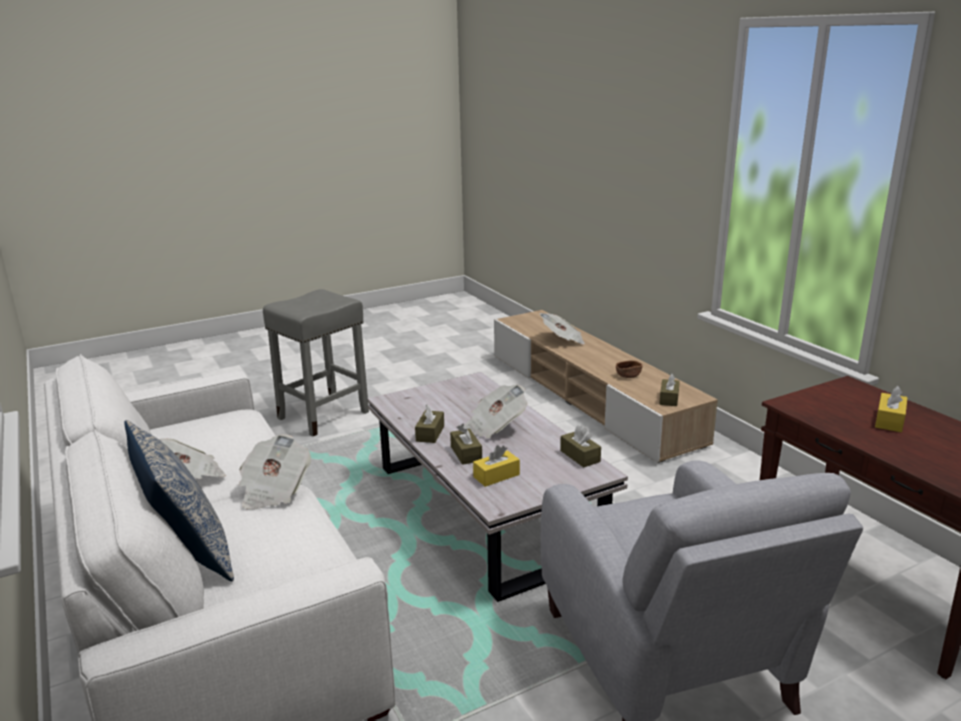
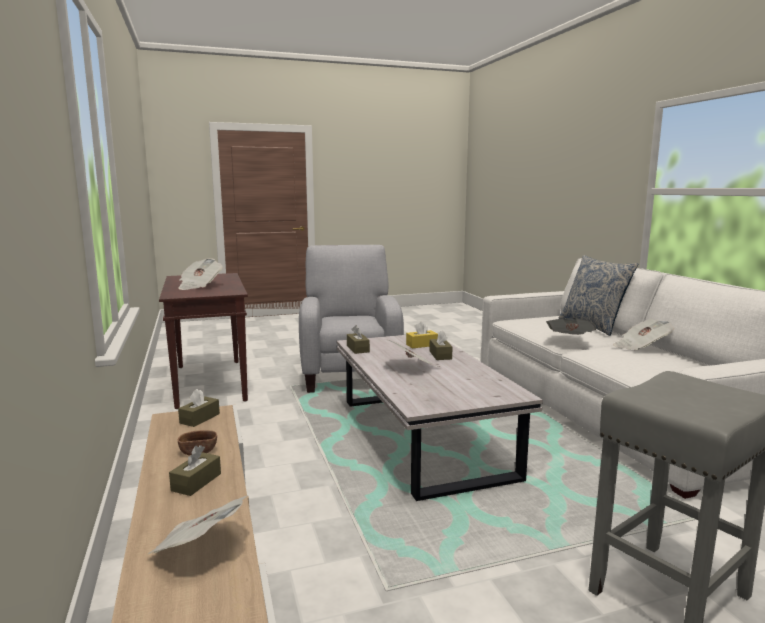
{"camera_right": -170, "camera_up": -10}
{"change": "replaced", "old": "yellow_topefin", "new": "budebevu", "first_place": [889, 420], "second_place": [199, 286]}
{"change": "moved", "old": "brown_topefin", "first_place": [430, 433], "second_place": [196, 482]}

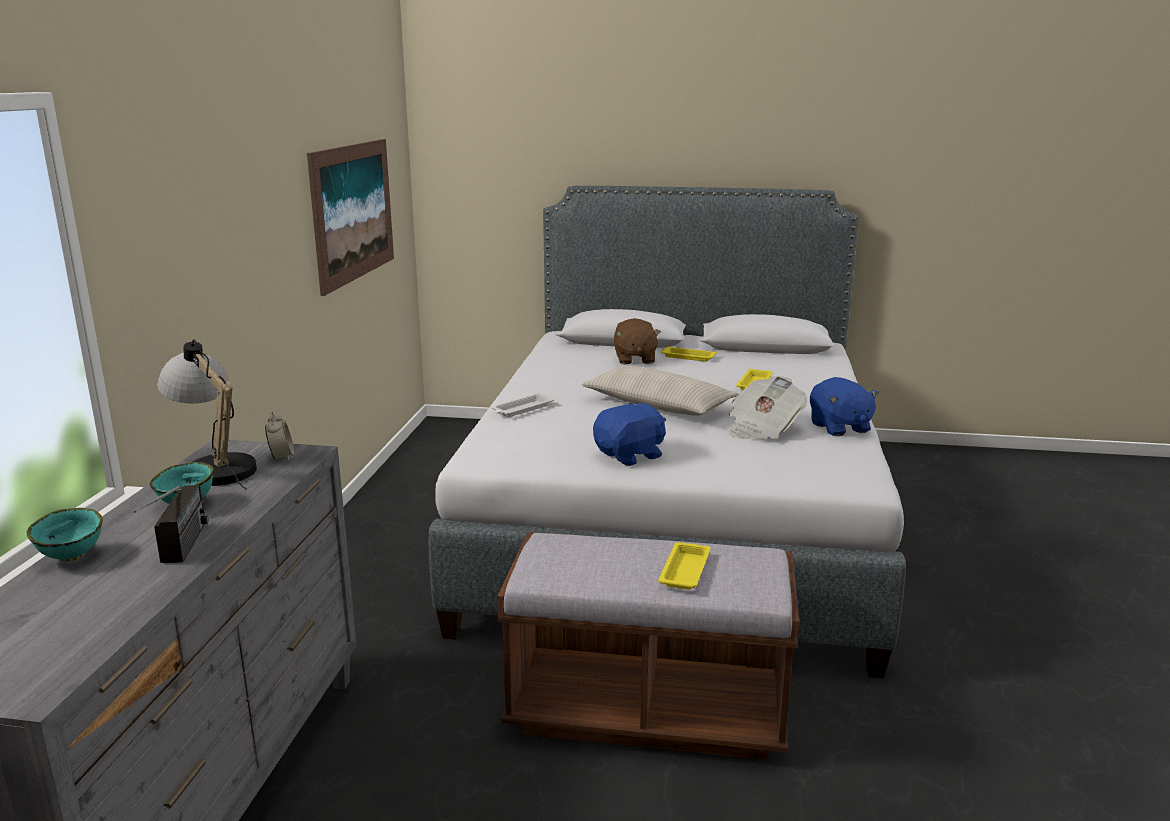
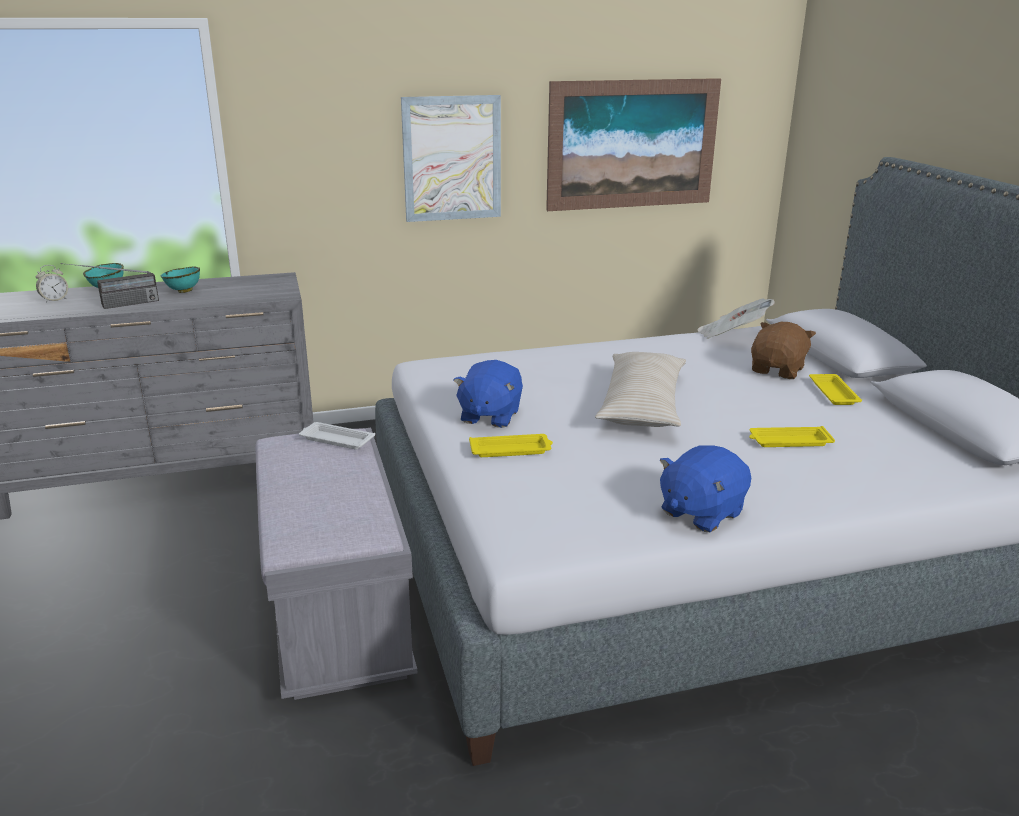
{"camera_right": 65, "camera_up": 5}
{"change": "turned", "old": "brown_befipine", "first_place": [634, 359], "second_place": [778, 370], "degrees": 150}
{"change": "removed", "old": "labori", "first_place": [214, 467]}
{"change": "moved", "old": "budebevu", "first_place": [762, 429], "second_place": [731, 336]}
{"change": "moved", "old": "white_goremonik", "first_place": [521, 409], "second_place": [336, 440]}
{"change": "turned", "old": "blue_befipine", "first_place": [630, 455], "second_place": [489, 416], "degrees": 75}
{"change": "moved", "old": "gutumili", "first_place": [281, 457], "second_place": [54, 300]}
{"change": "recoloured", "old": "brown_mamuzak", "new": "grey_mamuzak", "first_place": [647, 711], "second_place": [338, 616]}
{"change": "moved", "old": "yellow_goremonik", "first_place": [685, 570], "second_place": [511, 450]}
{"change": "added", "new": "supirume", "second_place": [452, 158]}

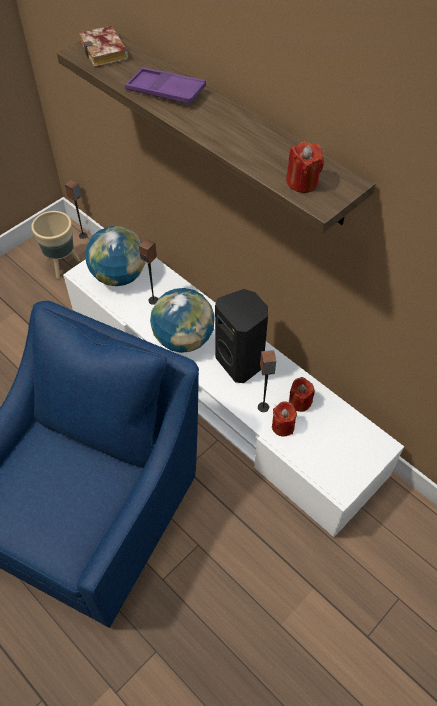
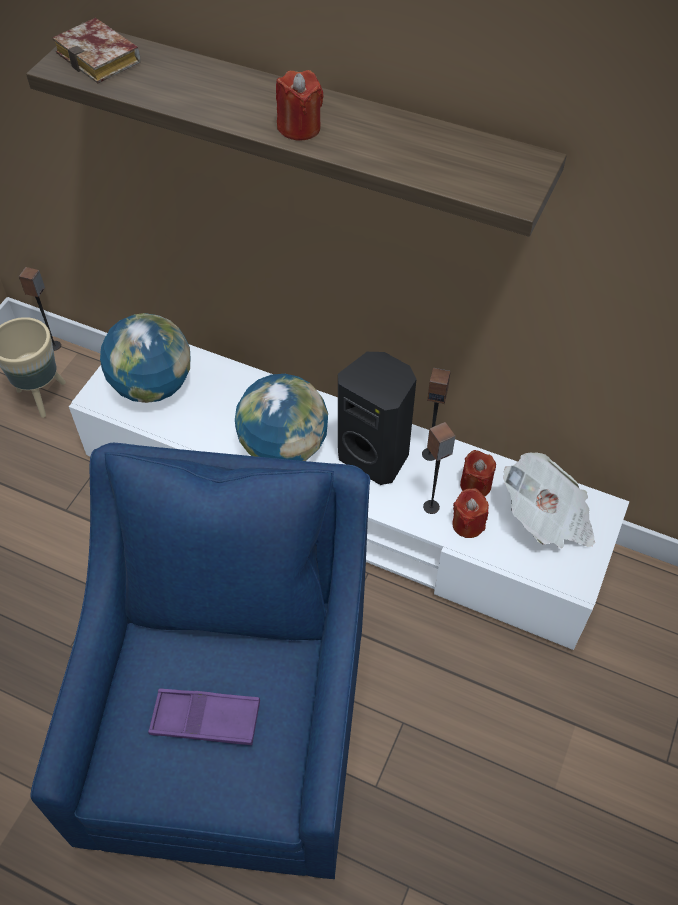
{"camera_right": -20, "camera_up": 0}
{"change": "moved", "old": "purple_goremonik", "first_place": [165, 91], "second_place": [205, 719]}
{"change": "moved", "old": "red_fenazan", "first_place": [302, 182], "second_place": [299, 128]}
{"change": "moved", "old": "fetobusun", "first_place": [153, 300], "second_place": [429, 454]}
{"change": "added", "new": "budebevu", "second_place": [547, 518]}

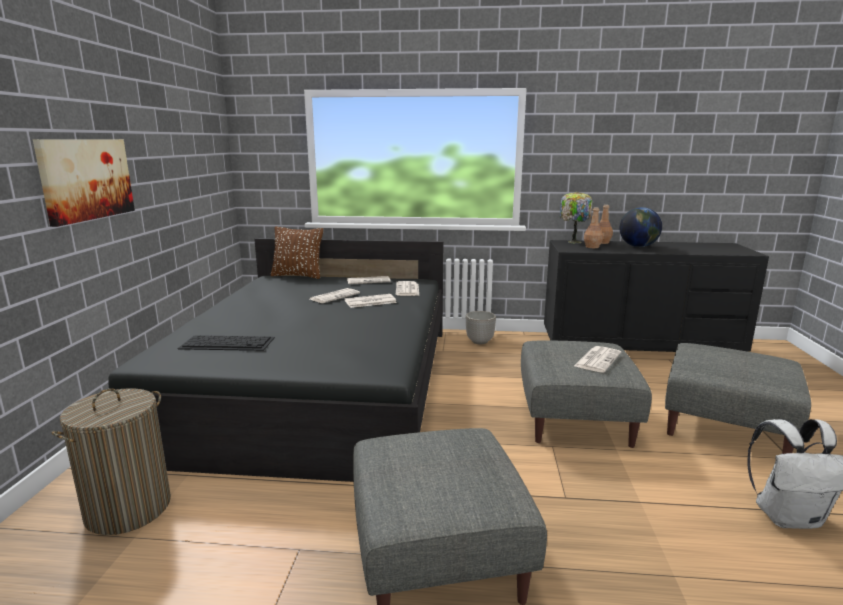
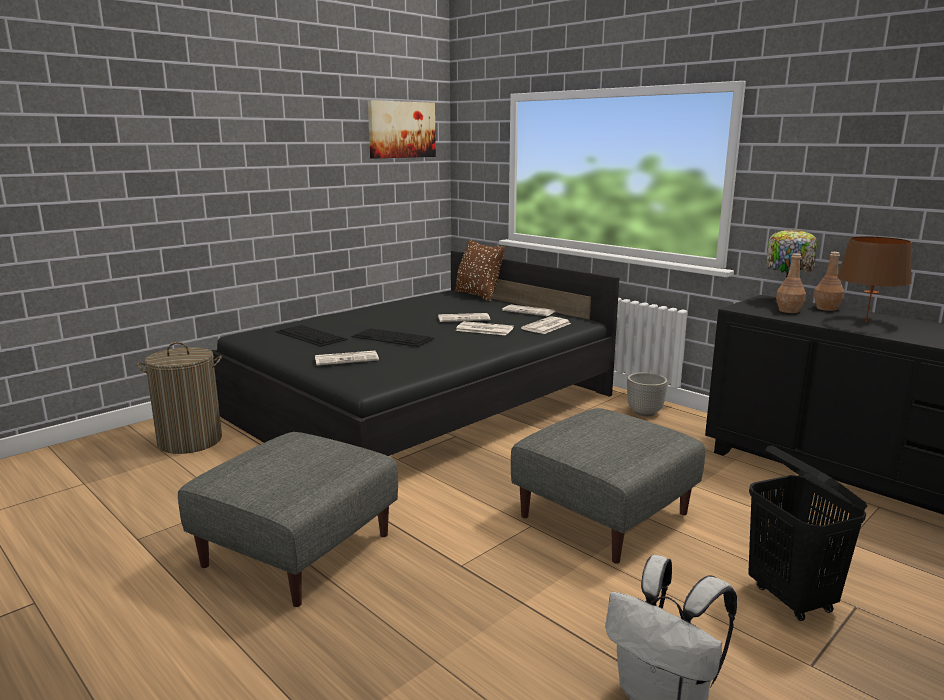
{"camera_right": 40, "camera_up": 0}
{"change": "moved", "old": "supirume", "first_place": [86, 179], "second_place": [401, 129]}
{"change": "replaced", "old": "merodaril", "new": "brown_labori", "first_place": [638, 246], "second_place": [866, 321]}
{"change": "replaced", "old": "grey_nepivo", "new": "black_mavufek", "first_place": [726, 426], "second_place": [791, 598]}
{"change": "moved", "old": "budebevu", "first_place": [597, 359], "second_place": [347, 359]}
{"change": "added", "new": "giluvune", "second_place": [393, 337]}

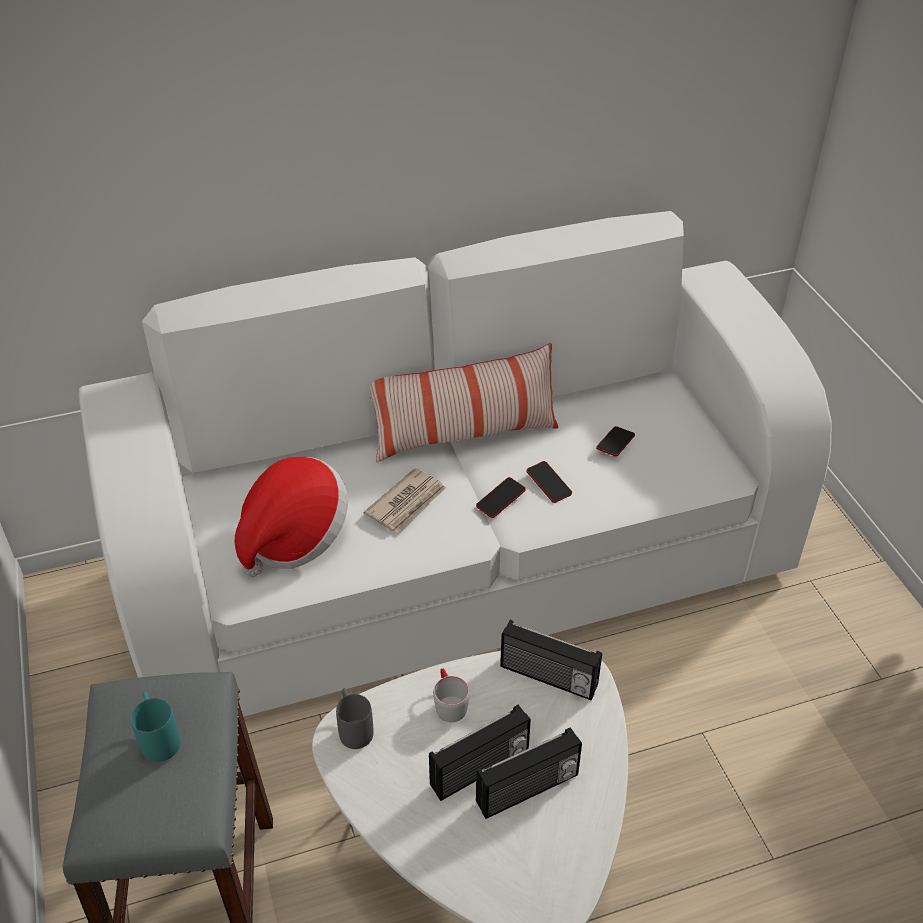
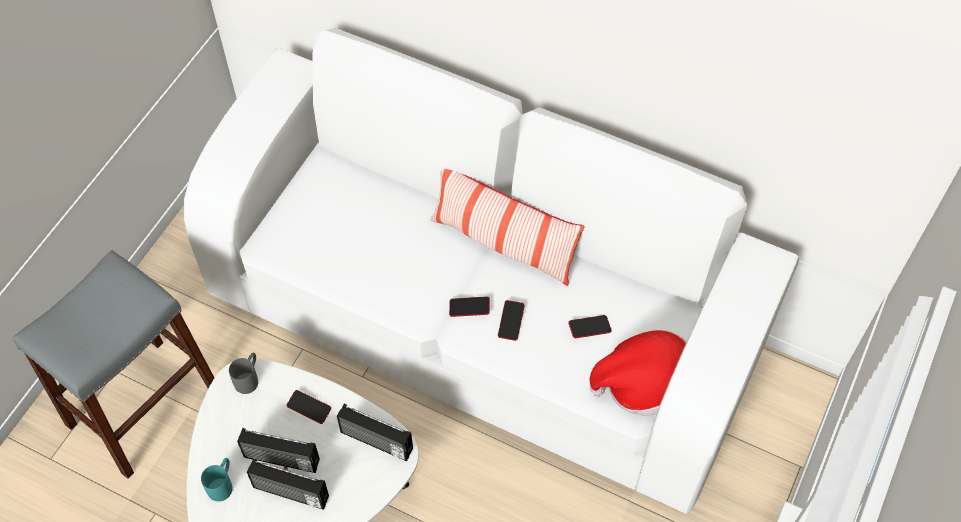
{"camera_right": 45, "camera_up": 15}
{"change": "moved", "old": "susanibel", "first_place": [294, 537], "second_place": [644, 384]}
{"change": "removed", "old": "budebevu", "first_place": [407, 503]}
{"change": "turned", "old": "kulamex", "first_place": [548, 678], "second_place": [376, 442], "degrees": -45}
{"change": "replaced", "old": "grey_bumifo", "new": "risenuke", "first_place": [448, 703], "second_place": [309, 408]}
{"change": "moved", "old": "turquoise_bumifo", "first_place": [158, 737], "second_place": [223, 484]}

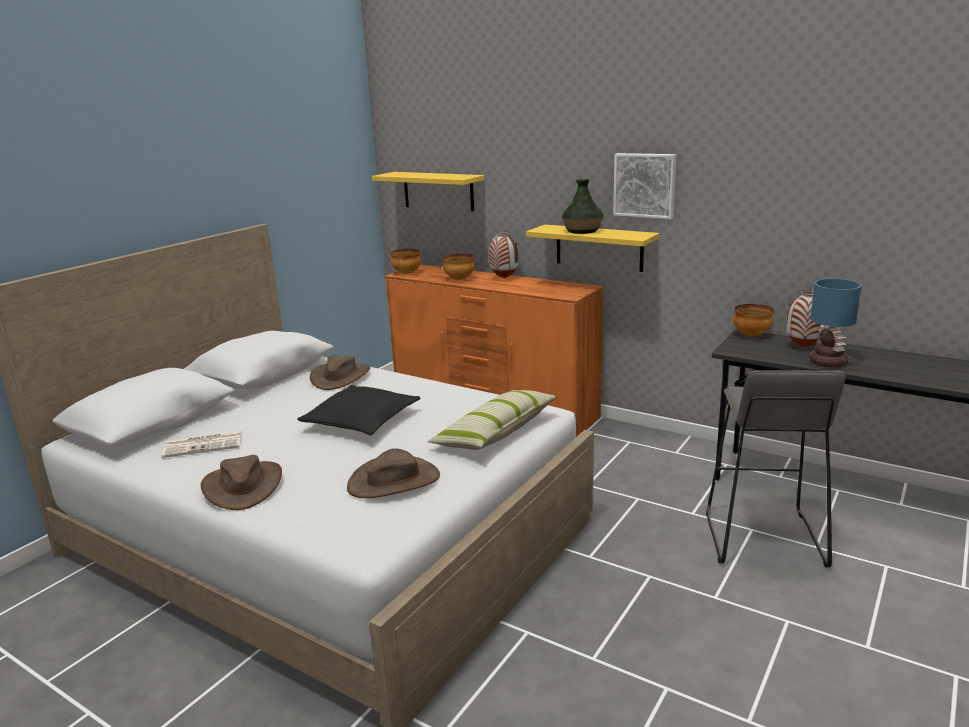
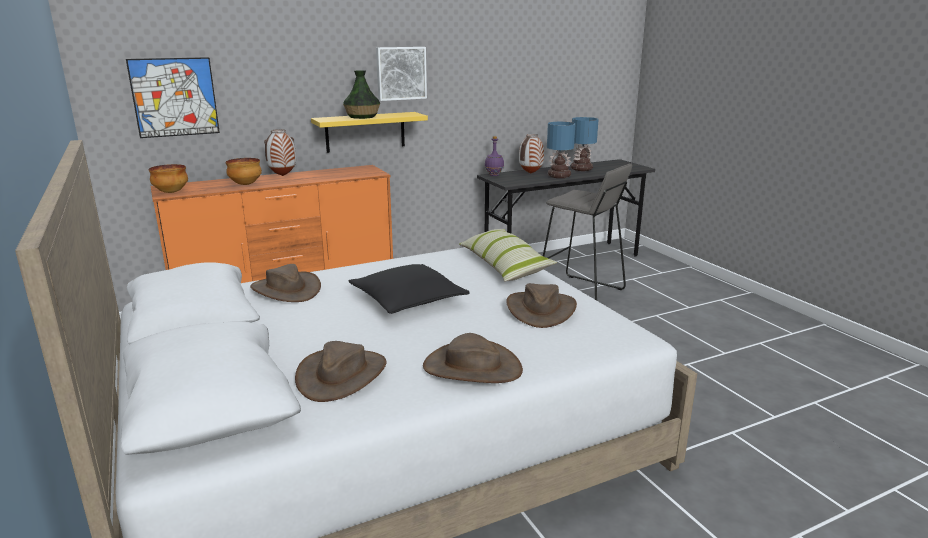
{"camera_right": -60, "camera_up": 0}
{"change": "replaced", "old": "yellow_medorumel", "new": "supirume", "first_place": [438, 191], "second_place": [174, 97]}
{"change": "replaced", "old": "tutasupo", "new": "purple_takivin", "first_place": [752, 335], "second_place": [494, 175]}
{"change": "replaced", "old": "budebevu", "new": "brown_susanibel", "first_place": [205, 445], "second_place": [341, 375]}
{"change": "added", "new": "labori", "second_place": [581, 169]}

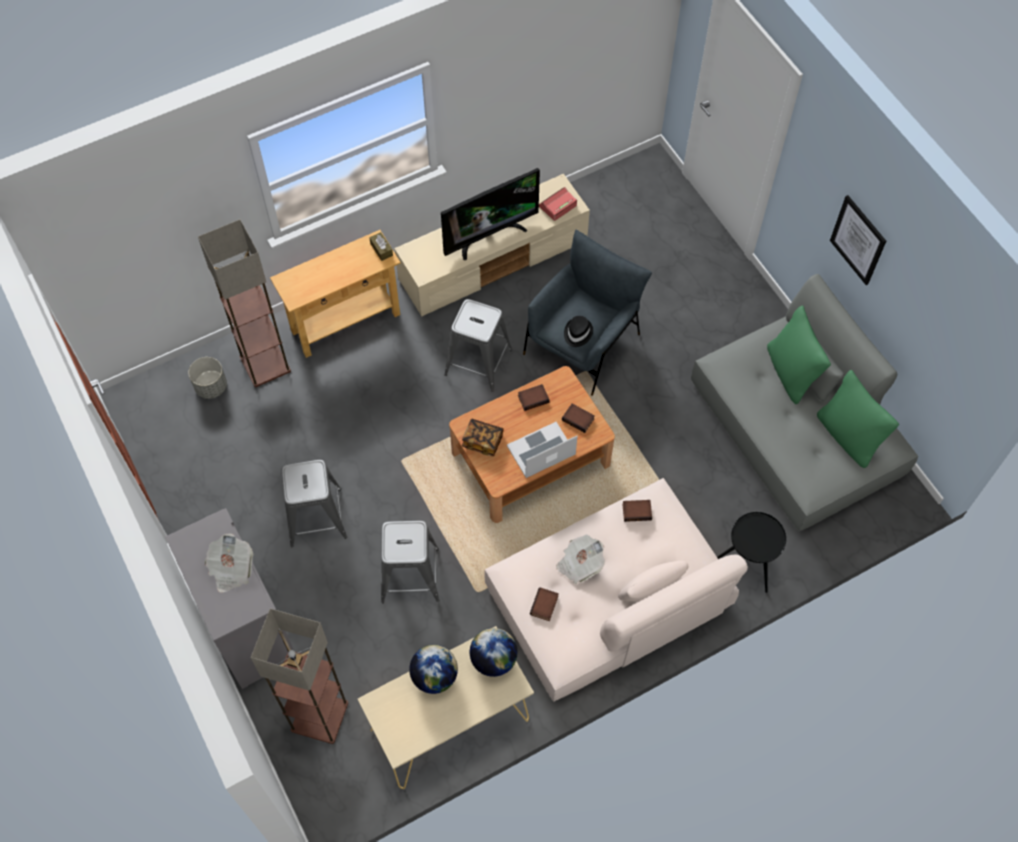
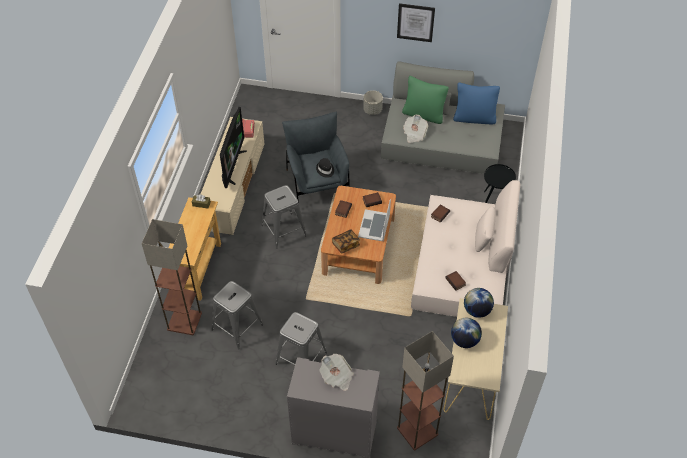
{"camera_right": -50, "camera_up": -10}
{"change": "moved", "old": "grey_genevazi", "first_place": [211, 386], "second_place": [372, 110]}
{"change": "recoloured", "old": "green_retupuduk", "new": "blue_retupuduk", "first_place": [848, 436], "second_place": [474, 118]}
{"change": "moved", "old": "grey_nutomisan", "first_place": [410, 575], "second_place": [237, 327]}
{"change": "moved", "old": "budebevu", "first_place": [579, 564], "second_place": [414, 134]}

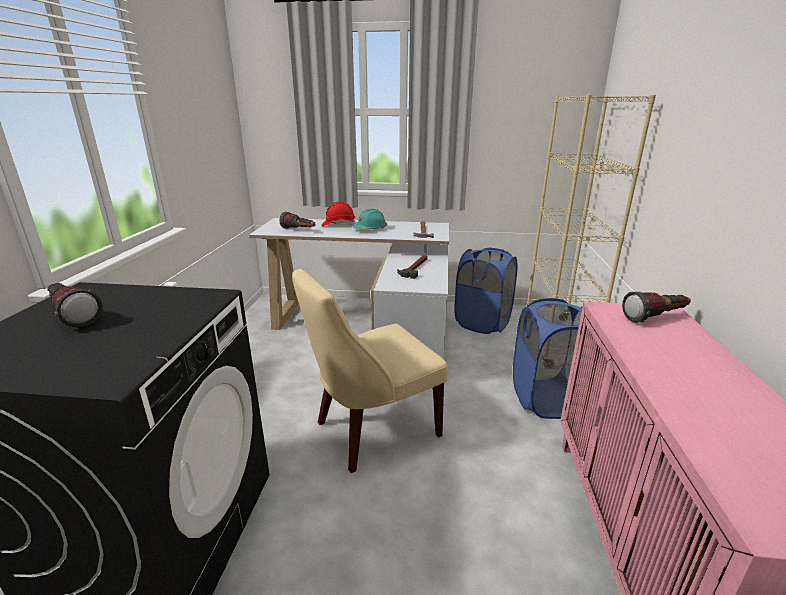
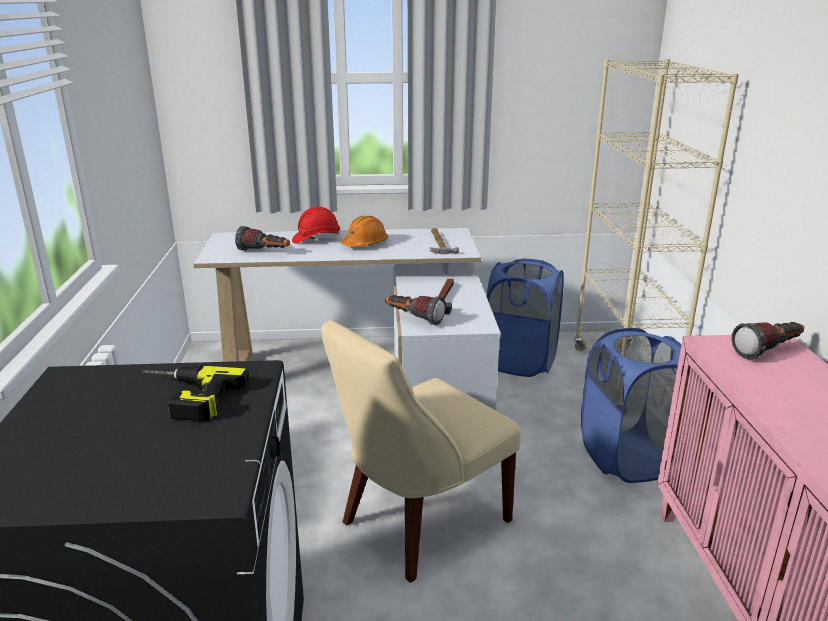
{"camera_right": -10, "camera_up": 0}
{"change": "recoloured", "old": "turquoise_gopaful", "new": "orange_gopaful", "first_place": [370, 229], "second_place": [365, 244]}
{"change": "moved", "old": "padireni", "first_place": [72, 316], "second_place": [413, 318]}
{"change": "added", "new": "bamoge", "second_place": [184, 398]}

